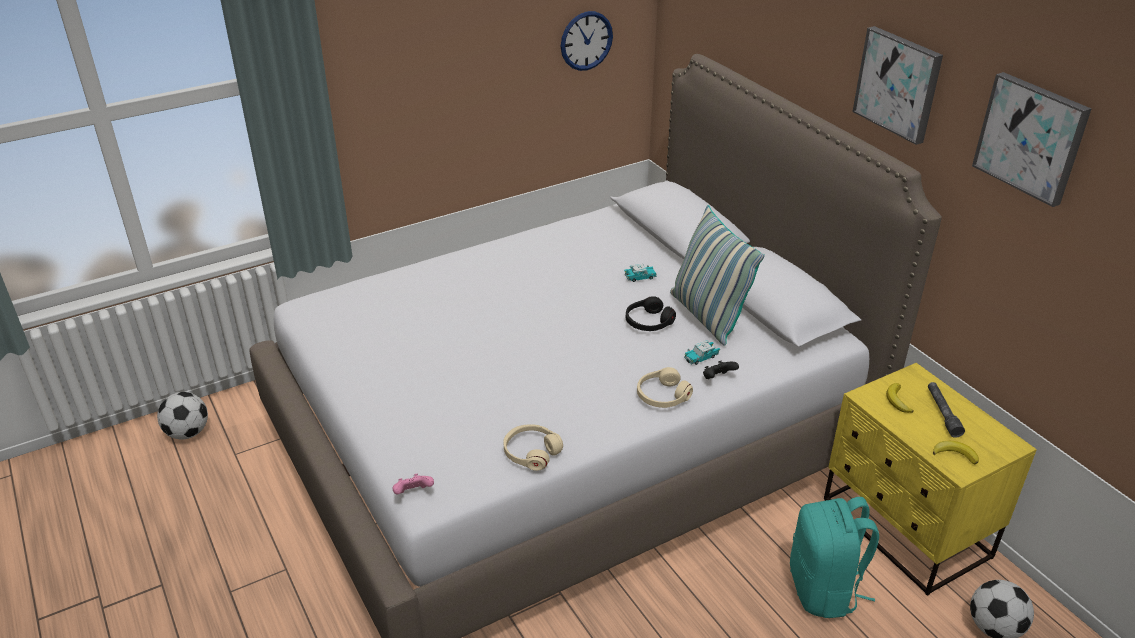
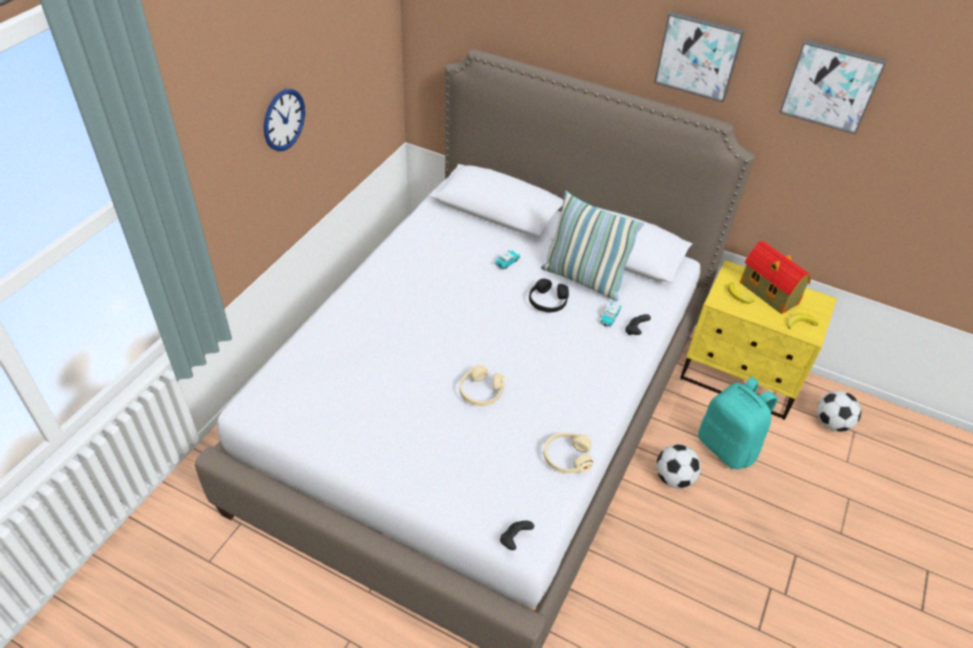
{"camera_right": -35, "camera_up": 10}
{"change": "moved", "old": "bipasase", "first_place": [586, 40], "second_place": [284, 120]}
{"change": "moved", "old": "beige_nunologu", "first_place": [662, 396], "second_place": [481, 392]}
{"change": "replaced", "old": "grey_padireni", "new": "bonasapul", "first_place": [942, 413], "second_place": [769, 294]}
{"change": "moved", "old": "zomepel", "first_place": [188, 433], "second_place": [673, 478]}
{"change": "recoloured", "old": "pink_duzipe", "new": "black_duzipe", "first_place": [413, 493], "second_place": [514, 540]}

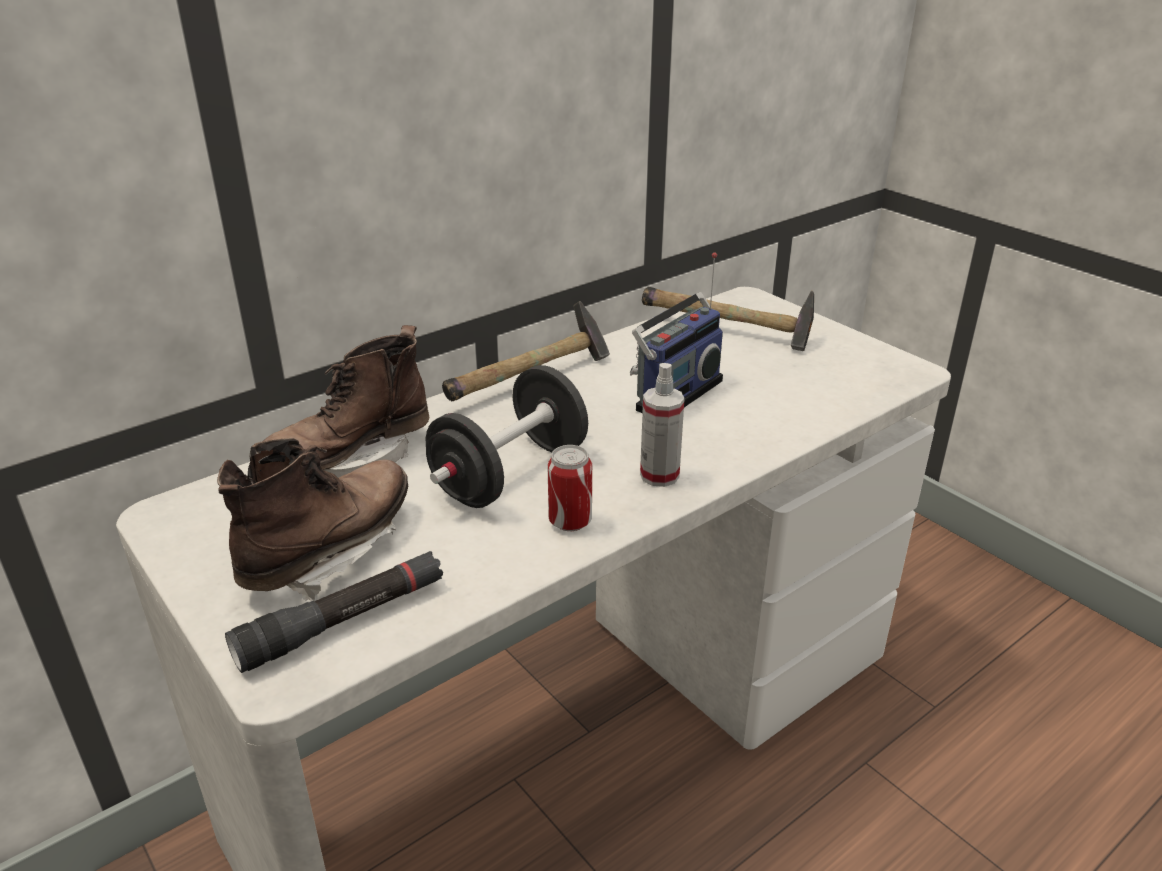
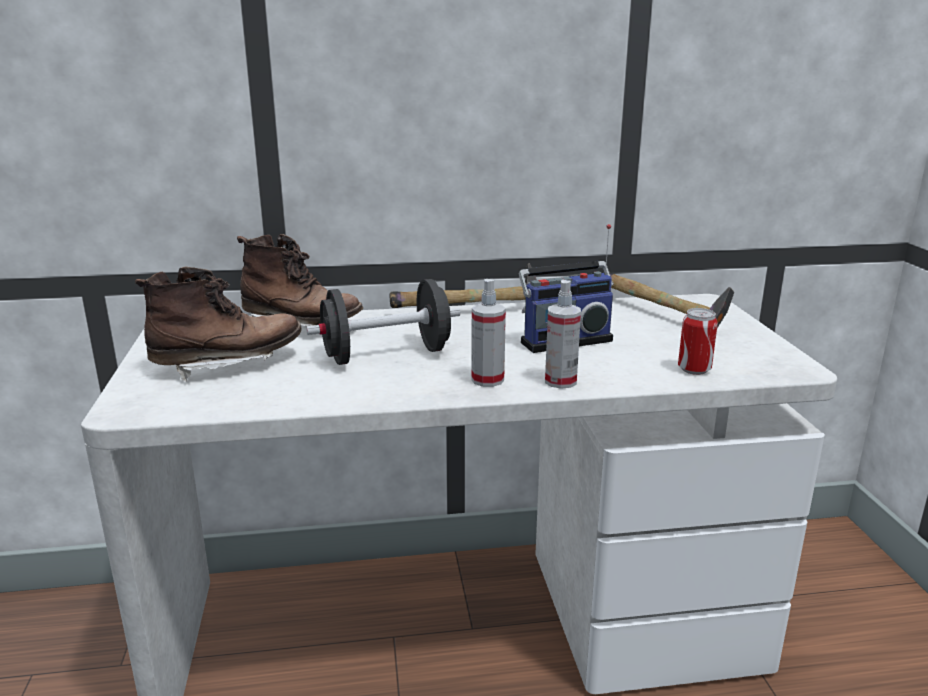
{"camera_right": 30, "camera_up": -10}
{"change": "turned", "old": "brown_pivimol", "first_place": [351, 459], "second_place": [301, 326], "degrees": -150}
{"change": "moved", "old": "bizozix", "first_place": [570, 521], "second_place": [694, 369]}
{"change": "removed", "old": "black_padireni", "first_place": [343, 622]}
{"change": "added", "new": "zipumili", "second_place": [560, 381]}

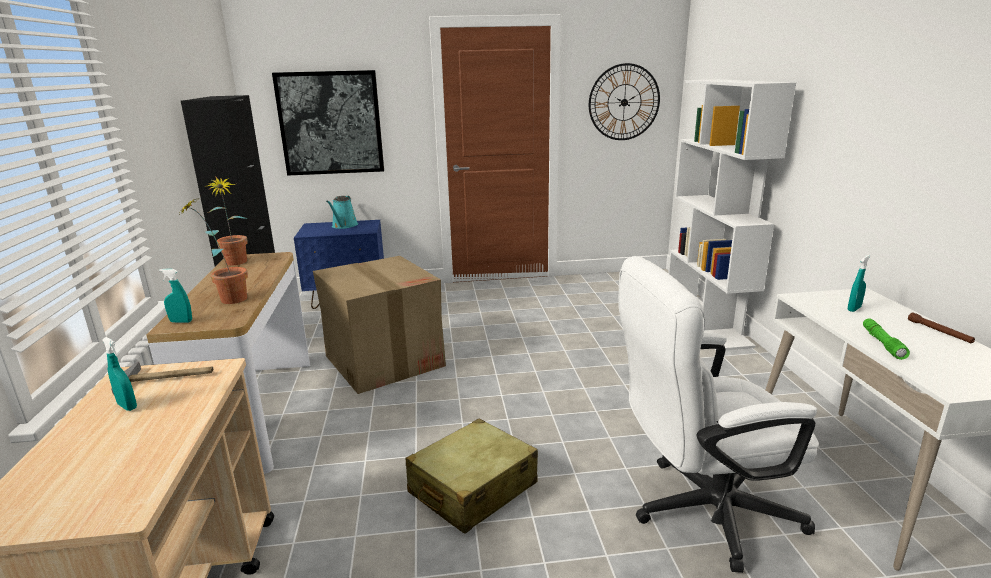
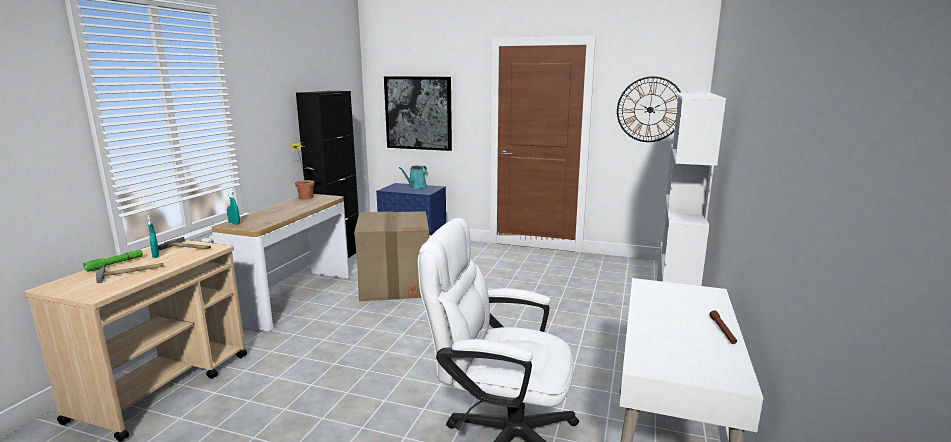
{"camera_right": 25, "camera_up": -5}
{"change": "removed", "old": "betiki", "first_place": [226, 299]}
{"change": "removed", "old": "turquoise_zipumili", "first_place": [854, 309]}
{"change": "moved", "old": "green_padireni", "first_place": [882, 343], "second_place": [115, 264]}
{"change": "removed", "old": "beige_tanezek", "first_place": [472, 489]}
{"change": "added", "new": "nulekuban", "second_place": [131, 272]}

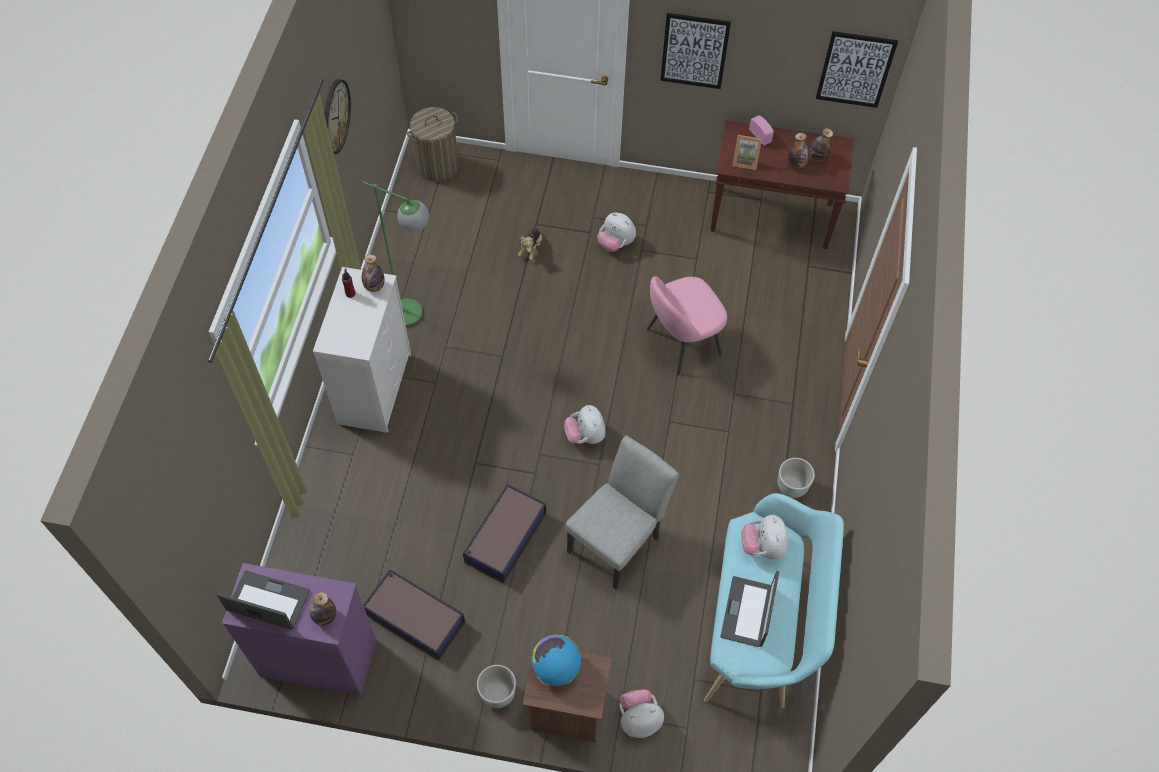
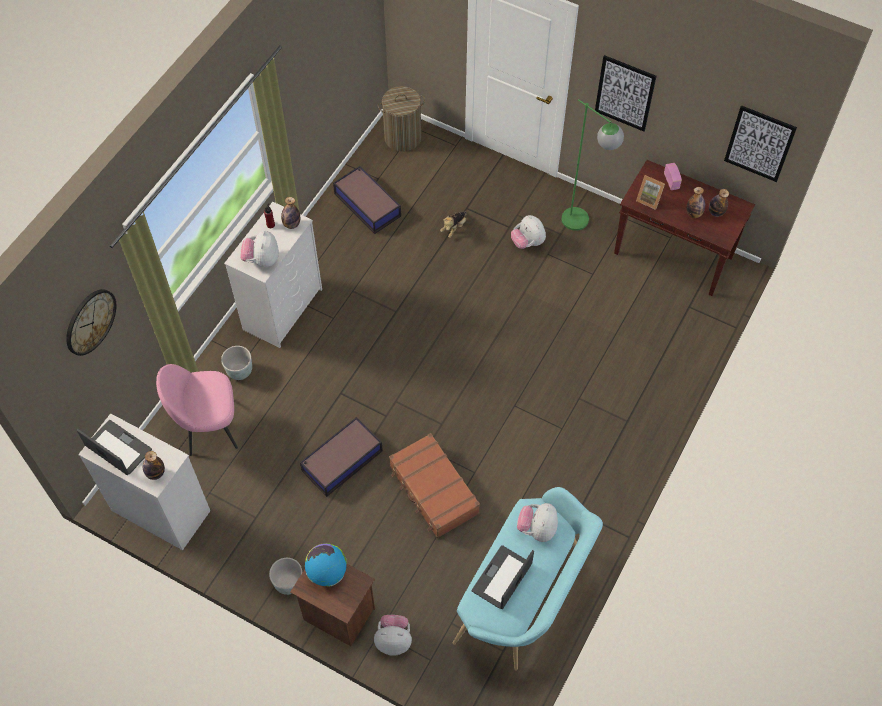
{"camera_right": 20, "camera_up": 0}
{"change": "moved", "old": "bipasase", "first_place": [335, 116], "second_place": [90, 321]}
{"change": "moved", "old": "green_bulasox", "first_place": [416, 317], "second_place": [582, 225]}
{"change": "moved", "old": "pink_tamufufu", "first_place": [681, 342], "second_place": [209, 426]}
{"change": "moved", "old": "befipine", "first_place": [585, 435], "second_place": [262, 260]}
{"change": "replaced", "old": "grey_tamufufu", "new": "brown_tanezek", "first_place": [618, 540], "second_place": [433, 490]}
{"change": "moved", "old": "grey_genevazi", "first_place": [791, 487], "second_place": [239, 371]}
{"change": "recoloured", "old": "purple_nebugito", "new": "white_nebugito", "first_place": [317, 658], "second_place": [160, 510]}
{"change": "moved", "old": "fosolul", "first_place": [414, 617], "second_place": [367, 204]}

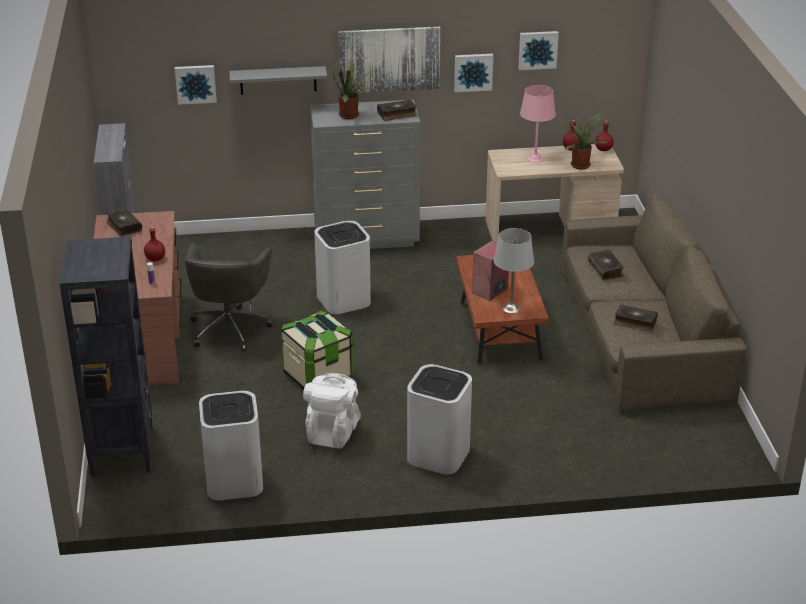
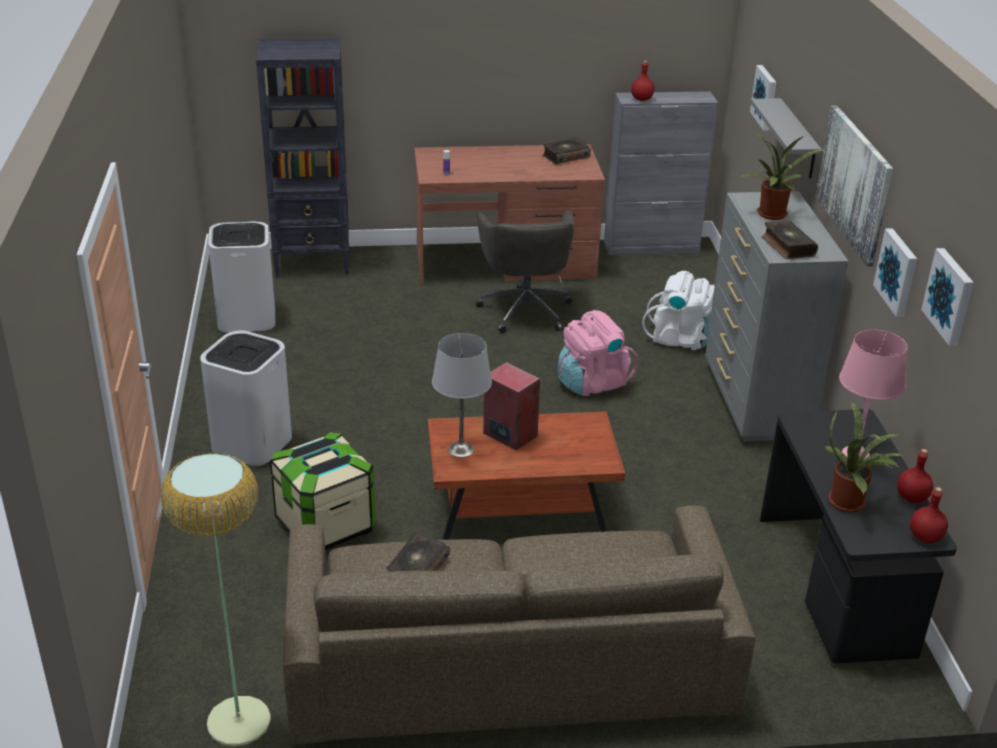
{"camera_right": 90, "camera_up": 0}
{"change": "recoloured", "old": "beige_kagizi", "new": "black_kagizi", "first_place": [550, 229], "second_place": [837, 585]}
{"change": "replaced", "old": "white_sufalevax", "new": "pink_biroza", "first_place": [343, 300], "second_place": [592, 383]}
{"change": "moved", "old": "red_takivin", "first_place": [156, 258], "second_place": [642, 99]}
{"change": "turned", "old": "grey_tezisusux", "first_place": [230, 328], "second_place": [525, 309], "degrees": -105}
{"change": "removed", "old": "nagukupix", "first_place": [606, 269]}
{"change": "moved", "old": "fosolul", "first_place": [318, 376], "second_place": [325, 525]}
{"change": "moved", "old": "white_biroza", "first_place": [332, 432], "second_place": [681, 339]}
{"change": "added", "new": "bulasox", "second_place": [238, 721]}

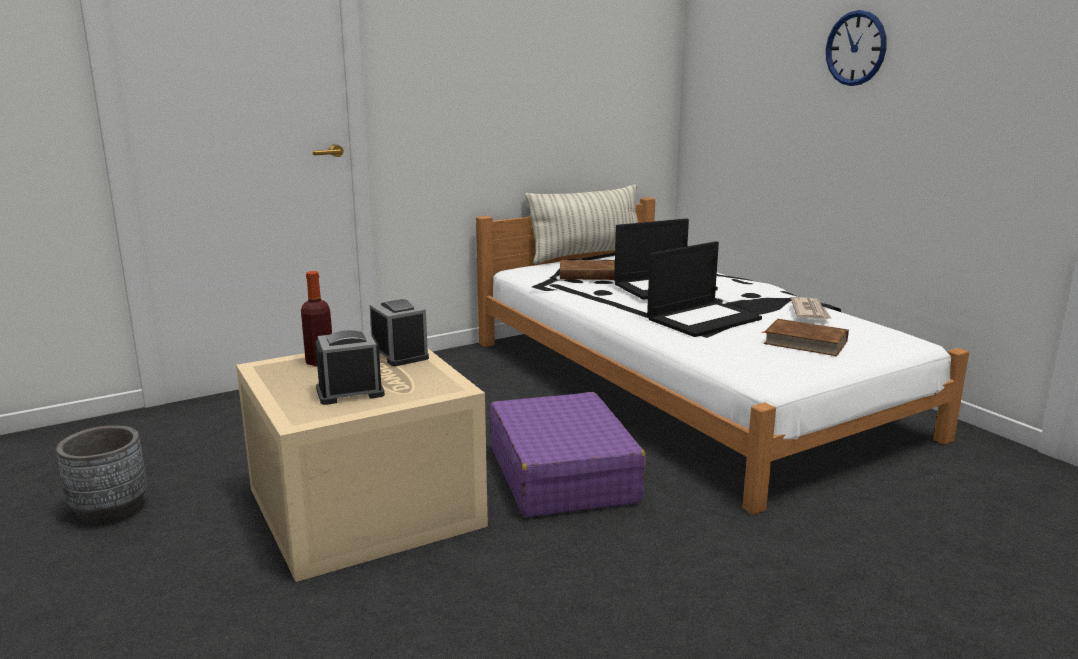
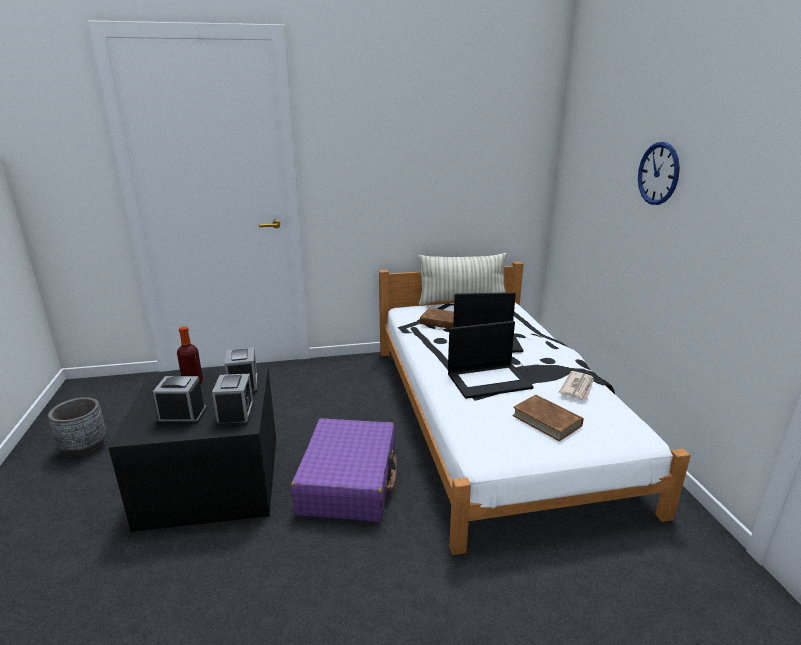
{"camera_right": 20, "camera_up": 5}
{"change": "recoloured", "old": "beige_fosolul", "new": "black_fosolul", "first_place": [360, 506], "second_place": [210, 478]}
{"change": "added", "new": "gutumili", "second_place": [236, 414]}

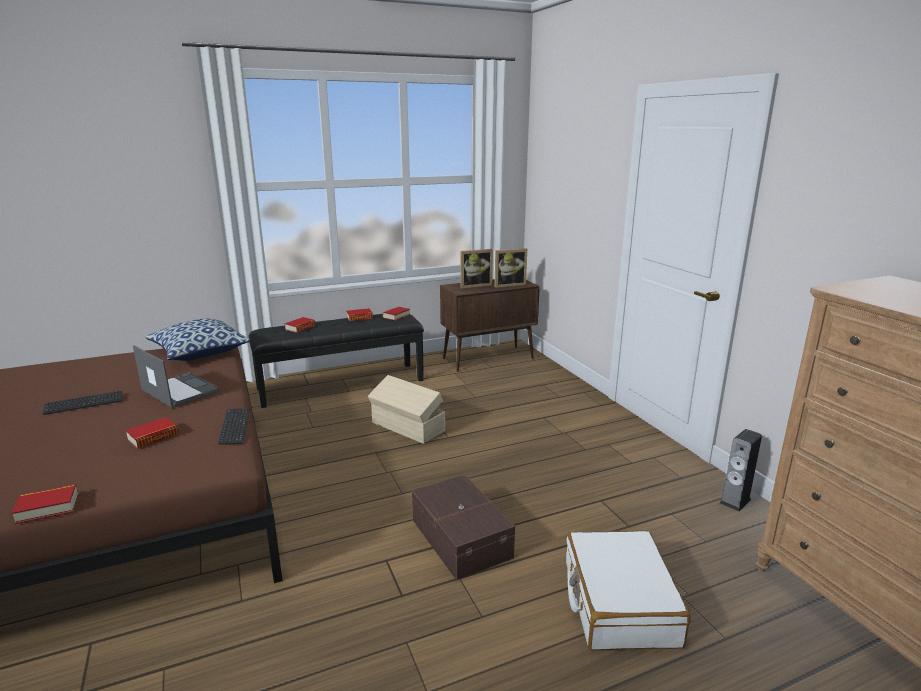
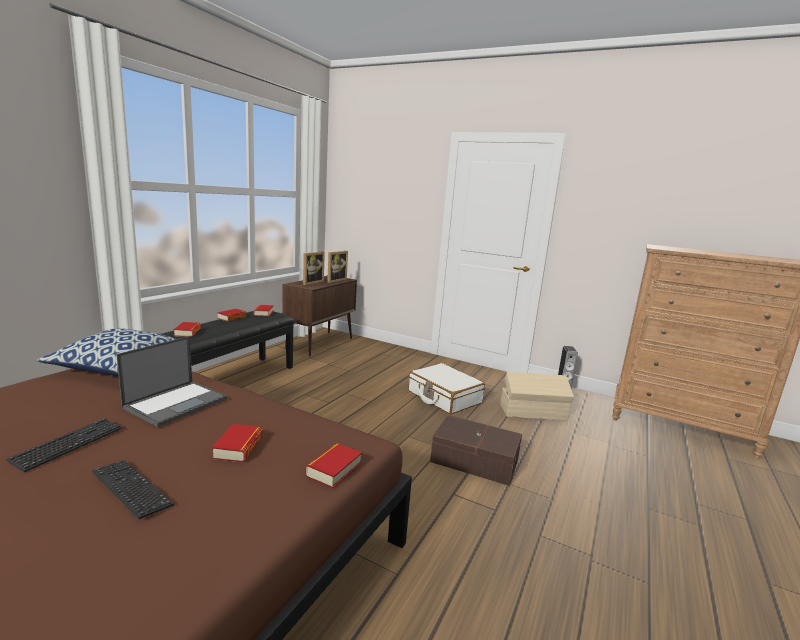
{"camera_right": -40, "camera_up": -5}
{"change": "turned", "old": "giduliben", "first_place": [180, 390], "second_place": [177, 403], "degrees": 120}
{"change": "moved", "old": "beige_fosolul", "first_place": [407, 427], "second_place": [533, 412]}
{"change": "moved", "old": "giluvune", "first_place": [235, 427], "second_place": [131, 490]}
{"change": "moved", "old": "nagukupix", "first_place": [48, 508], "second_place": [334, 469]}
{"change": "moved", "old": "white_tanezek", "first_place": [618, 602], "second_place": [444, 397]}

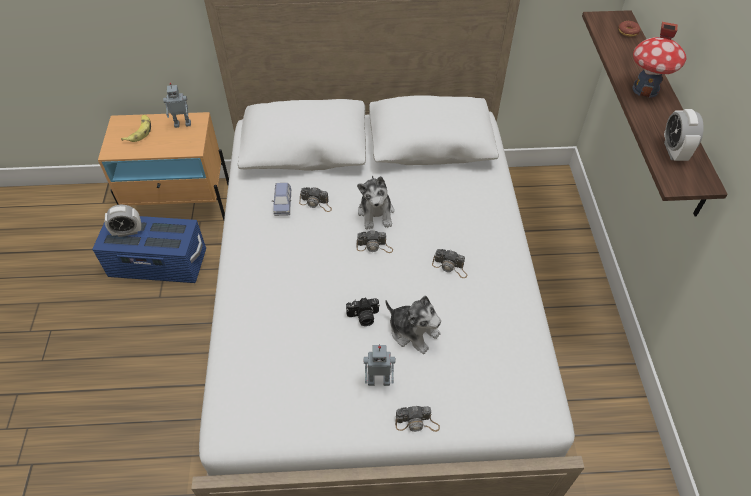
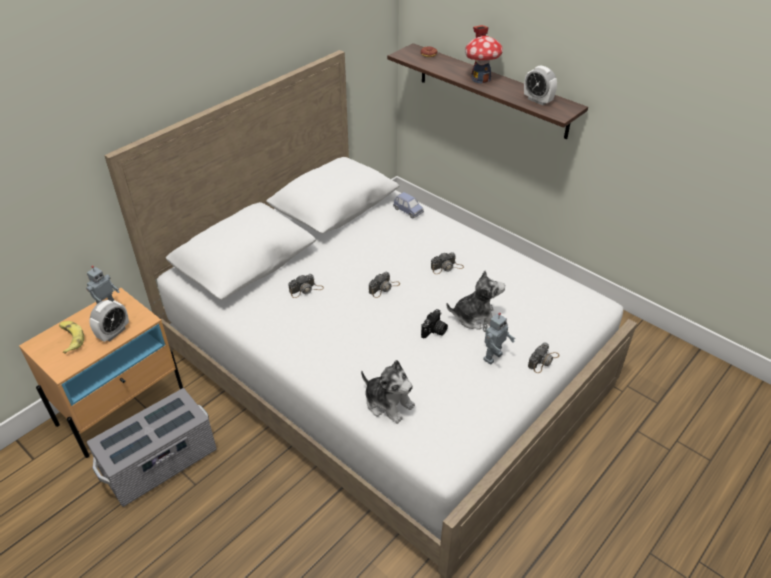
{"camera_right": -45, "camera_up": -10}
{"change": "moved", "old": "befipine", "first_place": [376, 213], "second_place": [388, 403]}
{"change": "moved", "old": "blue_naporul", "first_place": [283, 204], "second_place": [408, 211]}
{"change": "moved", "old": "gutumili", "first_place": [128, 231], "second_place": [114, 333]}
{"change": "recoloured", "old": "blue_fosolul", "new": "grey_fosolul", "first_place": [158, 264], "second_place": [160, 462]}

